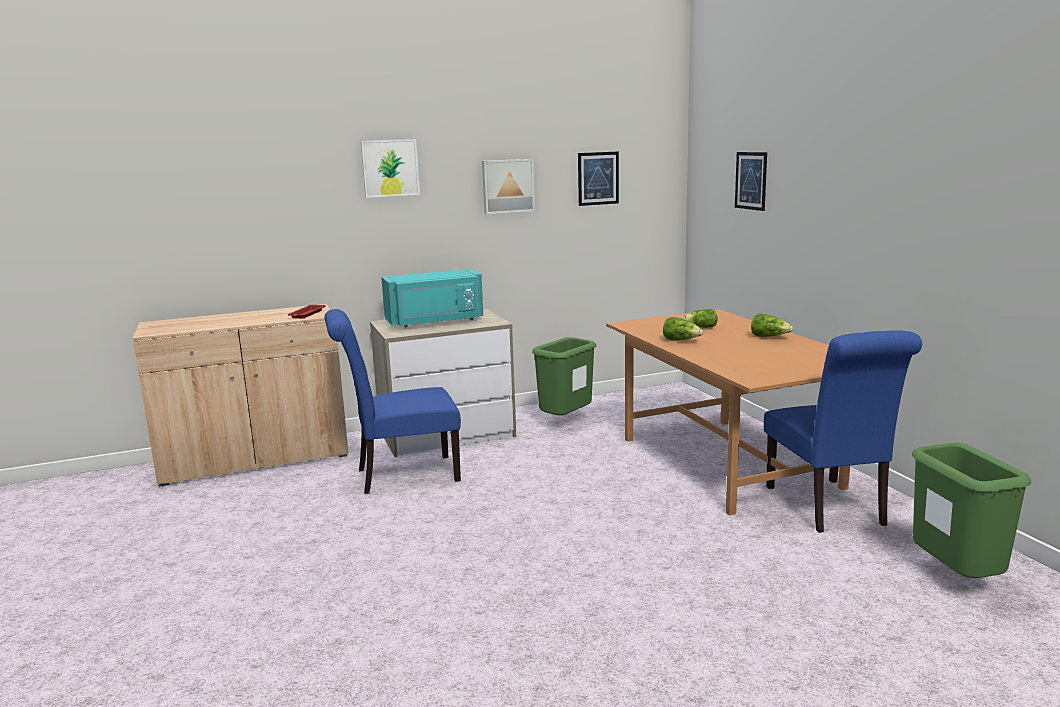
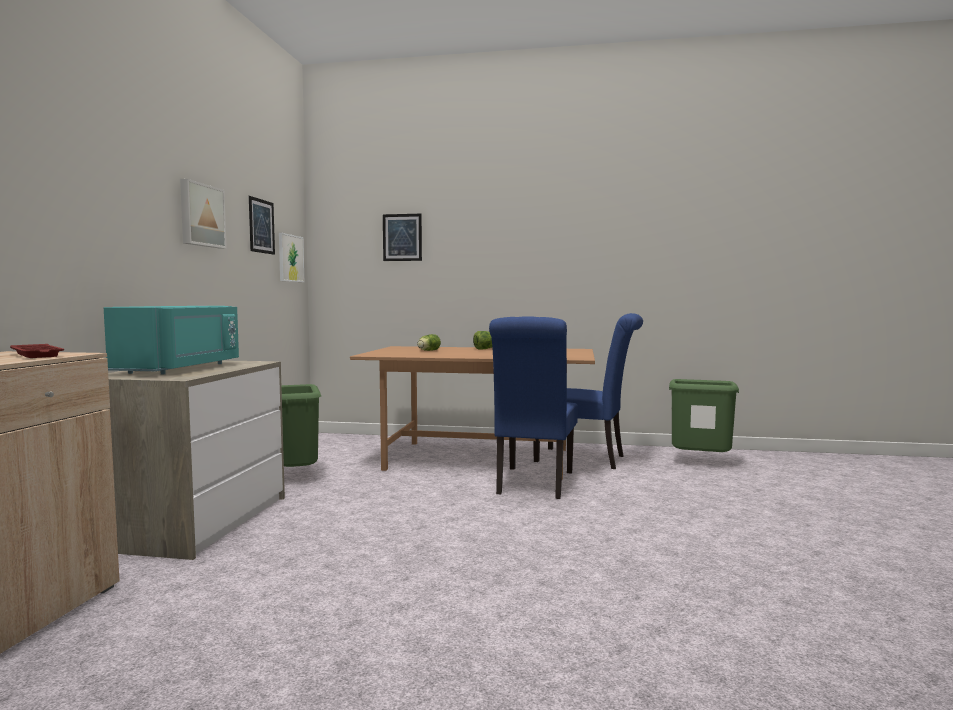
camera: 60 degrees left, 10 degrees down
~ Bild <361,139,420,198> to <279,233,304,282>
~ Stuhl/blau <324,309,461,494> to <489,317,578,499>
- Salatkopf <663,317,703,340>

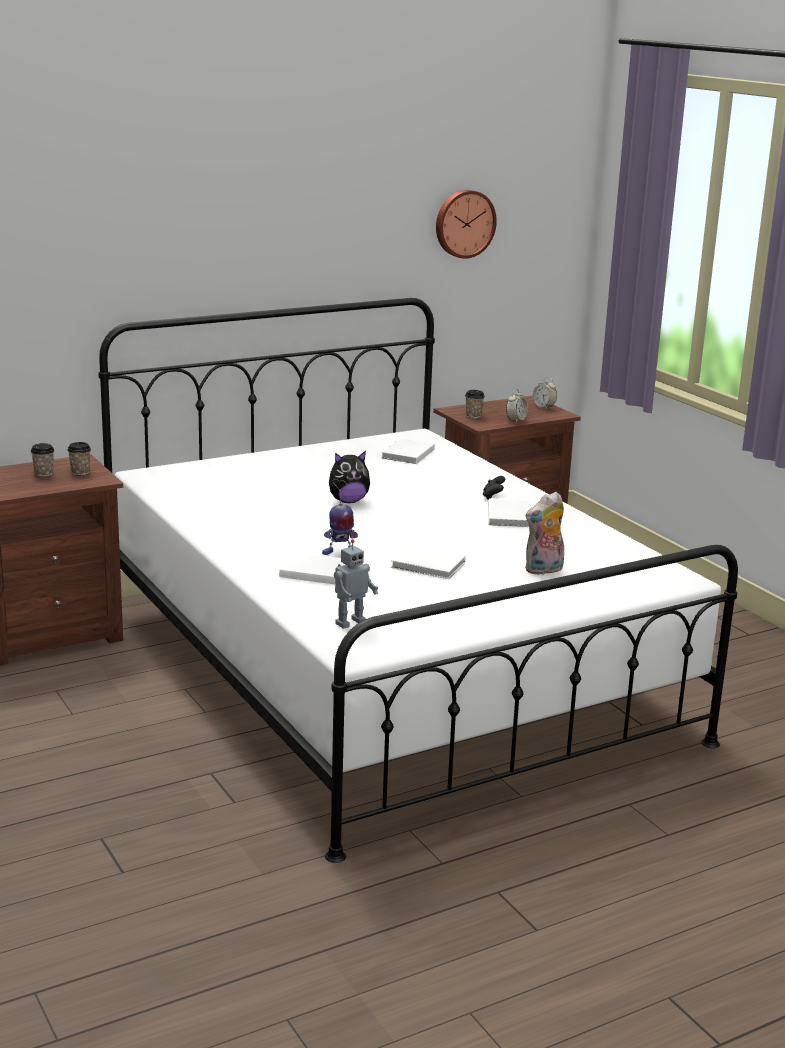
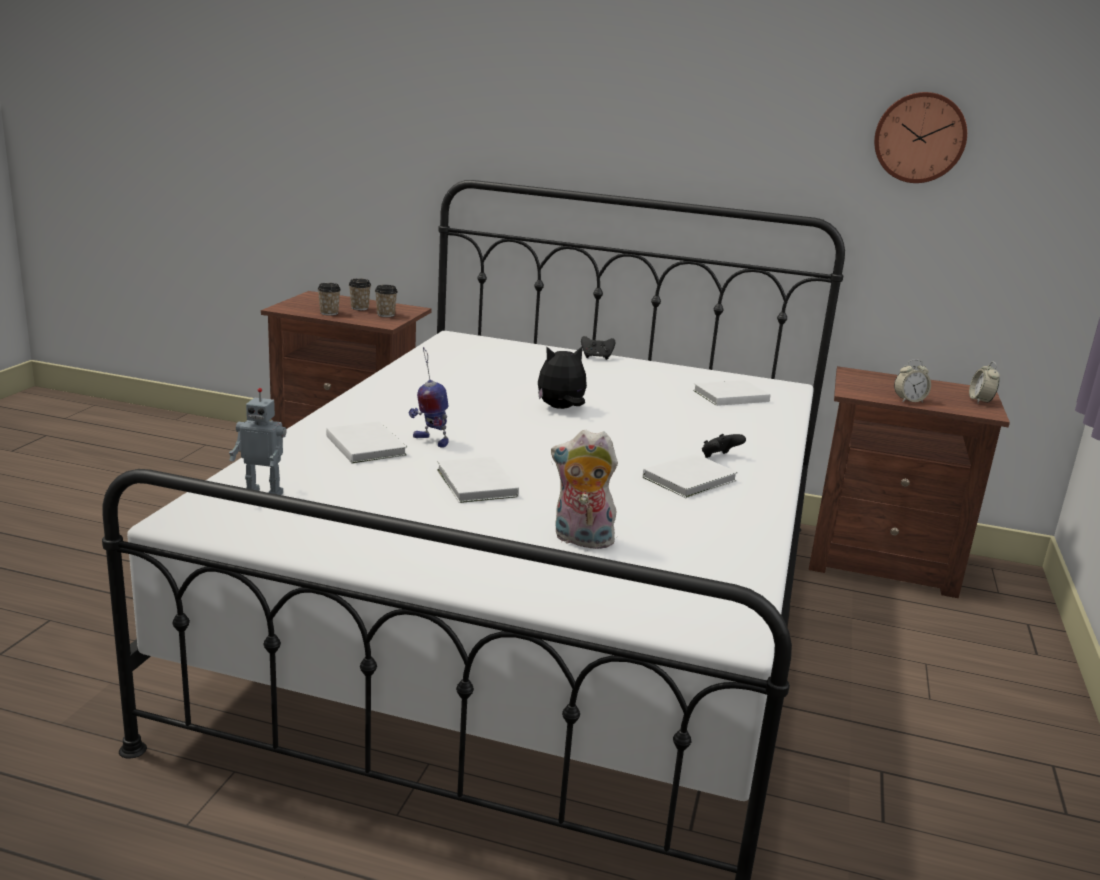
camera: 45 degrees right, 0 degrees up
~ Tasse <465,390,485,418> to <317,283,341,316>
~ Plüschtier <329,451,370,503> = <538,347,587,409> 135 degrees clockwise
+ Gamepad/schwarz <581,336,615,360>

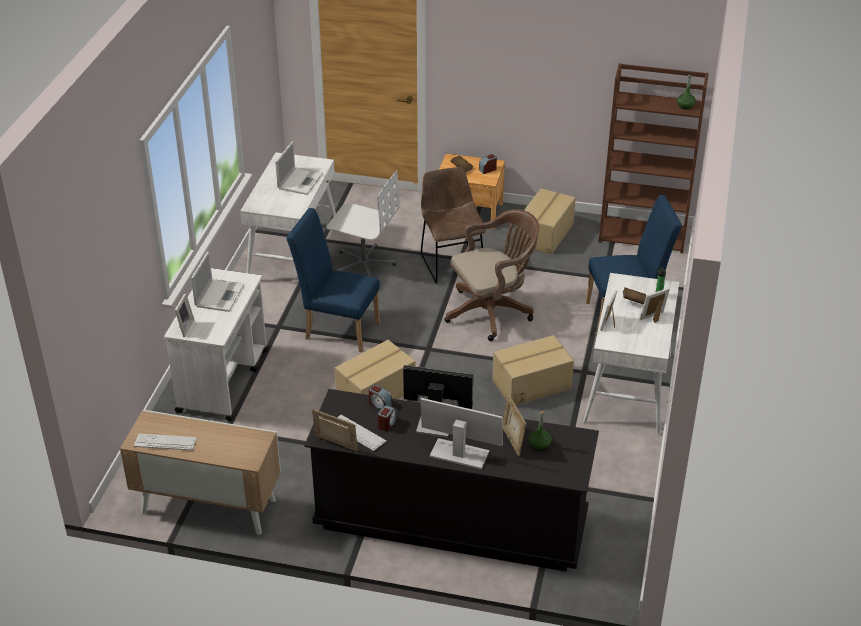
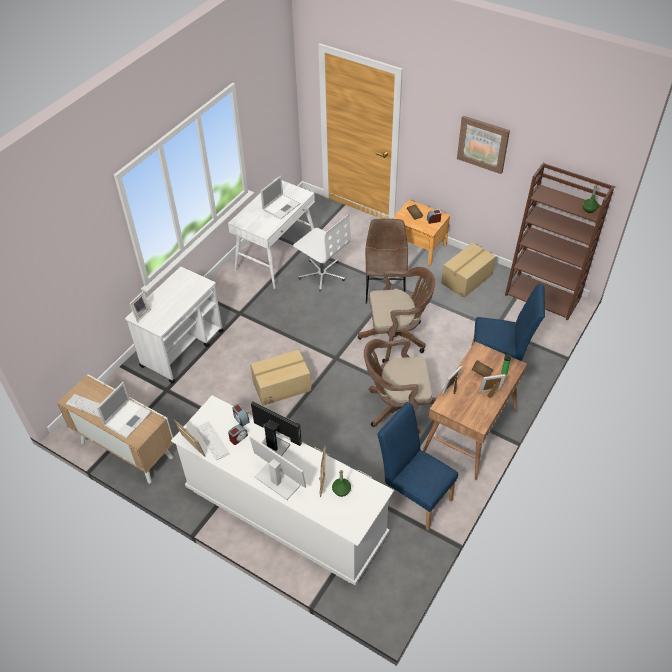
camera: 20 degrees right, 10 degrees up
~ Laptop <191,252,244,312> to <97,382,151,439>
~ Kommode/schwarz <304,389,599,571> to Kommode/weiß <171,395,394,586>
~ Karton <492,335,574,405> to Bürostuhl/braun <364,339,437,433>
~ Stuhl/blau <287,208,380,352> to <377,402,458,531>
~ Schreibtisch/weiß <583,273,679,434> to Schreibtisch/braun <423,342,527,480>
+ Bild <457,116,510,174>

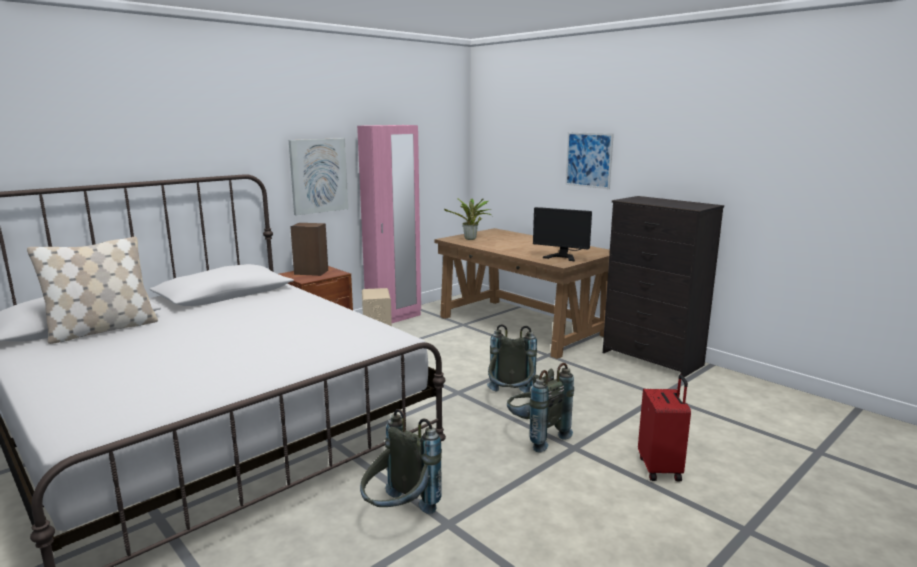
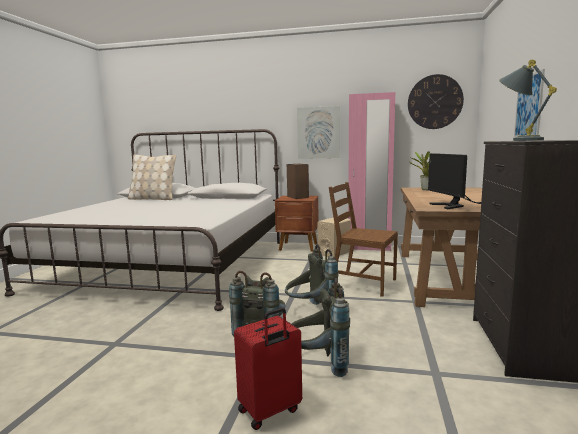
camera: 55 degrees right, 5 degrees down
~ Rucksack/grau <360,409,442,514> to <291,278,350,377>
+ Stuhl/braun <329,182,398,297>
+ Wanduhr <408,74,464,129>
+ Tischlampe/grau <499,60,557,141>

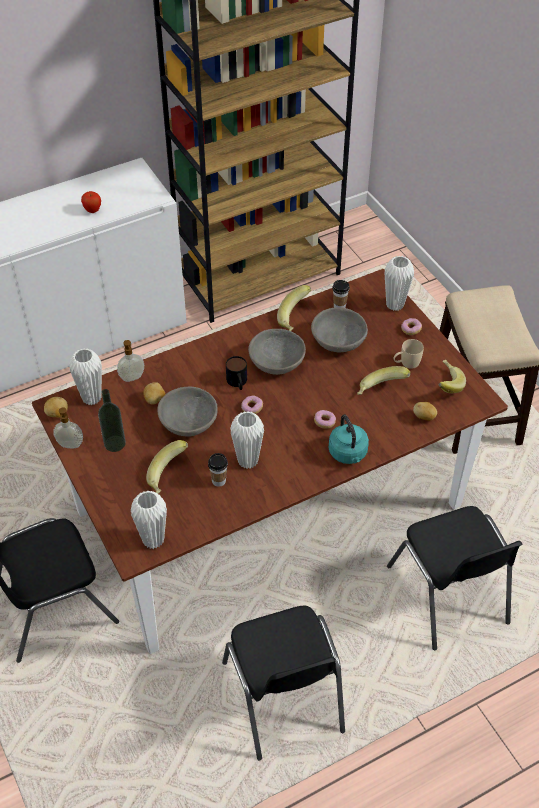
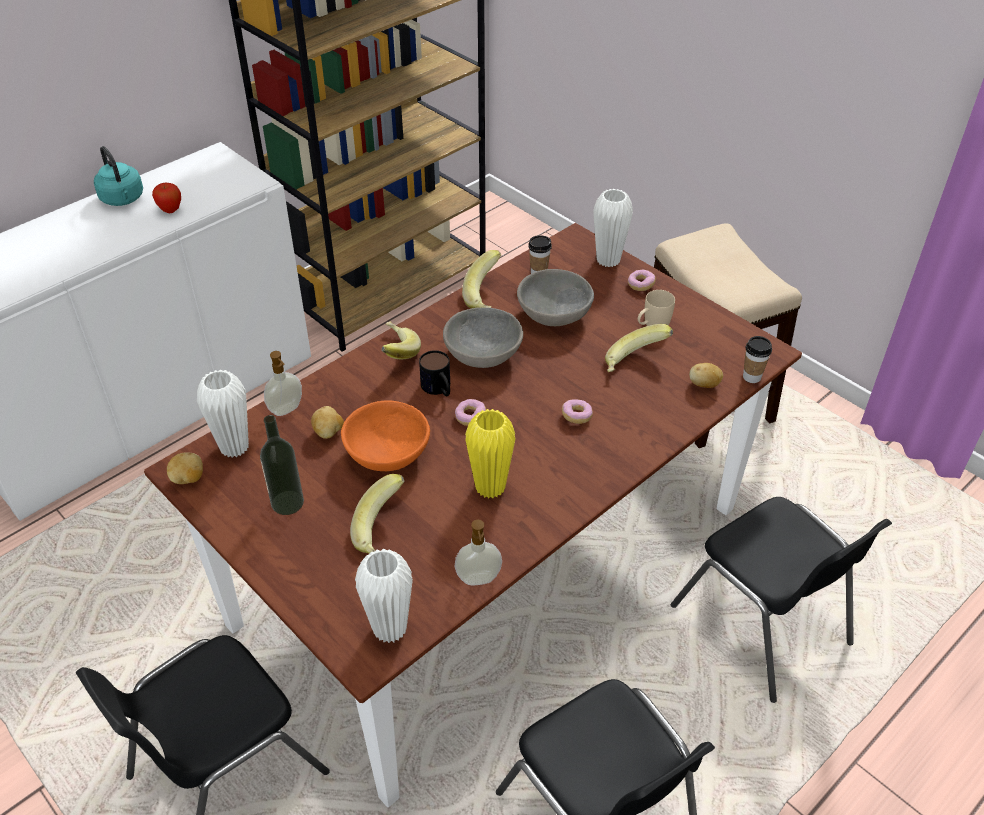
camera: 15 degrees left, 5 degrees down
~ Wasserkessel/türkis <329,415,369,464> to <94,146,143,206>
~ Schüssel/grau <157,387,218,437> to Schüssel/orange <341,400,430,471>
~ Banane <438,360,466,393> to <381,321,421,359>
~ Seifenspender <53,407,83,448> to <455,520,502,585>
~ Vase/weiß <230,411,264,469> to Vase/gelb <465,409,516,499>
~ Tasse <208,453,228,487> to <743,336,772,383>

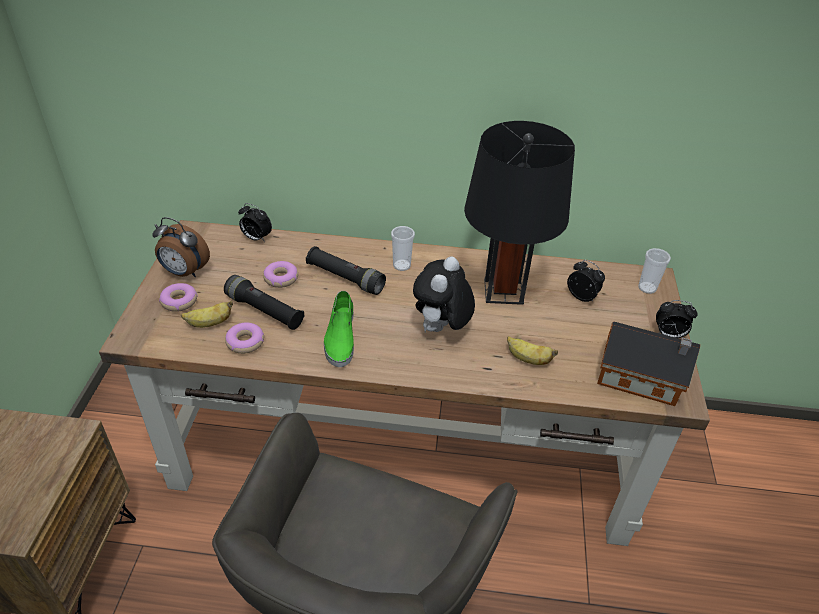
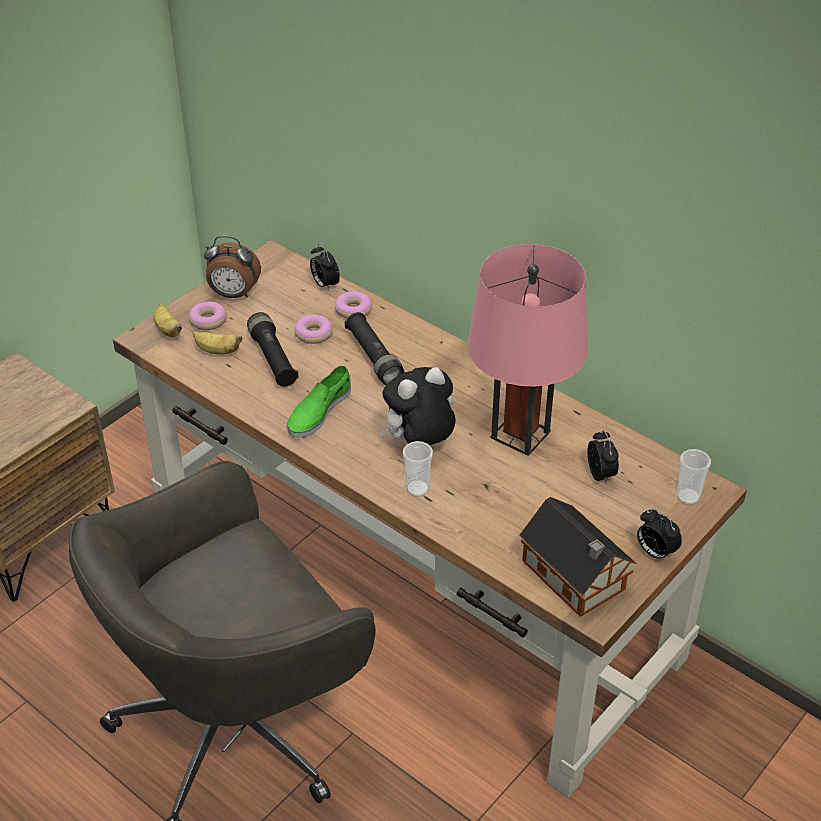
camera: 35 degrees right, 0 degrees up
~ Banane <507,336,558,365> to <154,303,182,337>
~ Wecker <152,217,210,277> = <204,236,261,298> 45 degrees counterclockwise
~ Donut <225,322,264,354> to <335,291,372,319>
~ Tasse <391,226,415,271> to <403,441,433,497>
~ Tischlampe/schwarz <464,121,575,305> to Tischlampe/rosa <467,244,588,456>

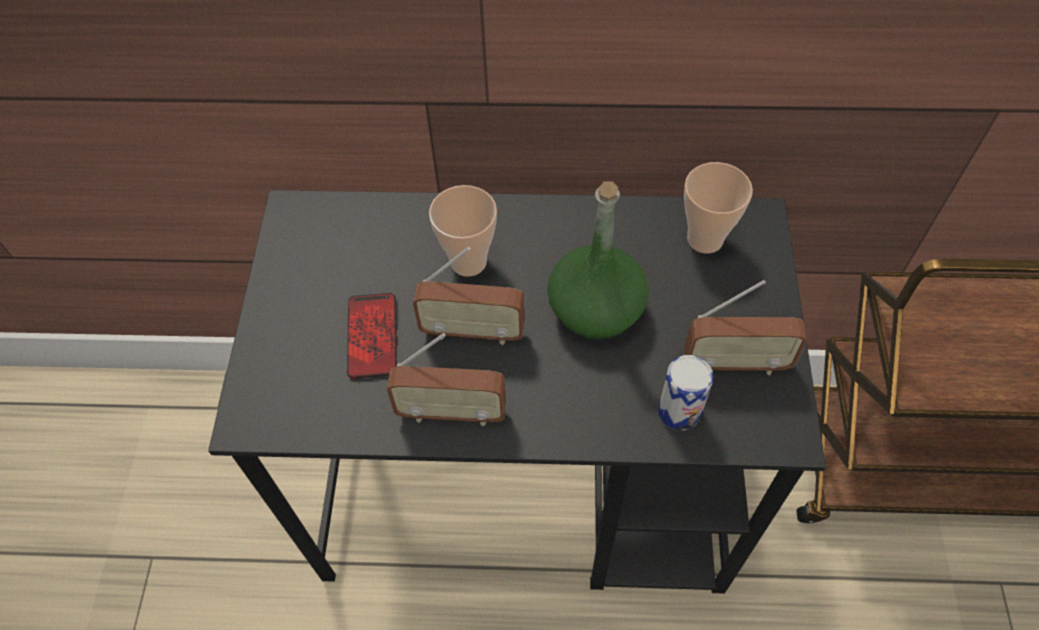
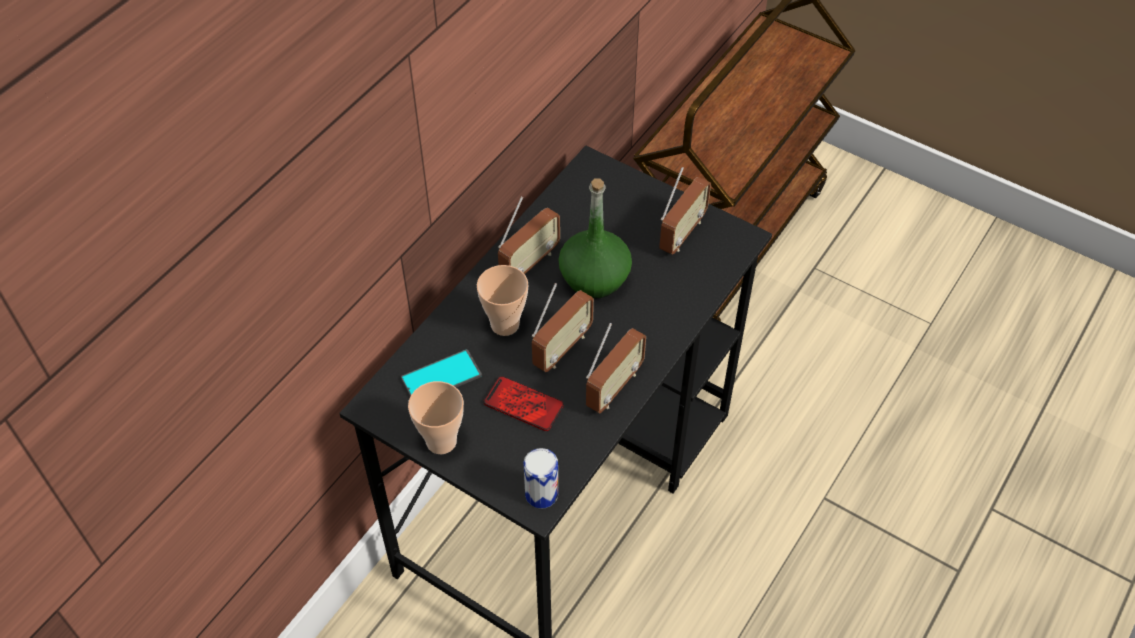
camera: 60 degrees left, 5 degrees down
+ Handy <401,349,482,396>
~ Tasse <684,162,753,254> to <408,381,464,454>
+ Radio <498,196,560,274>
~ Dose <658,355,714,431> to <523,448,558,509>

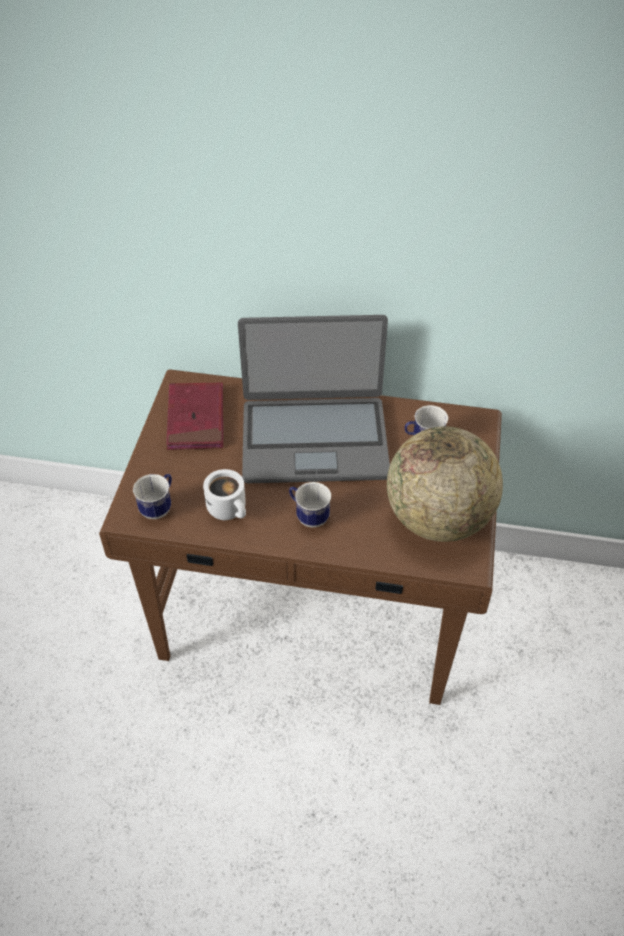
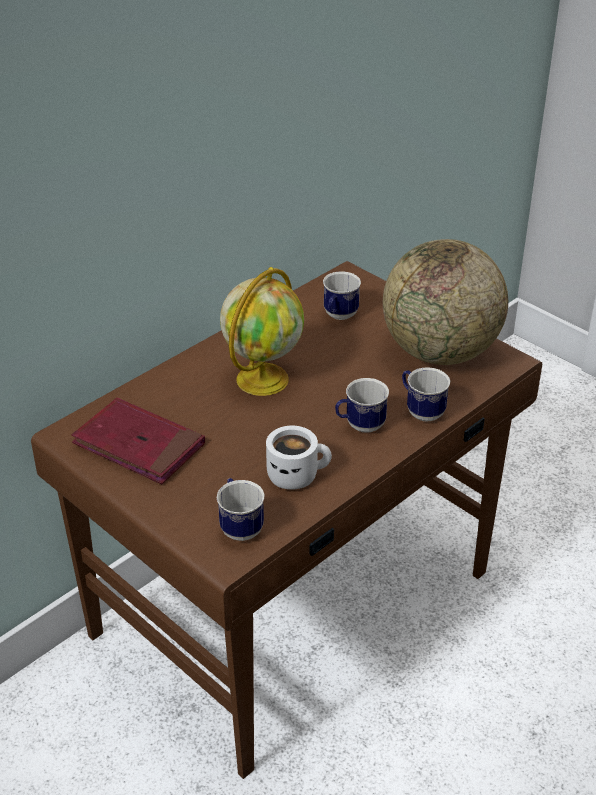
camera: 55 degrees left, 10 degrees down
~ Laptop <238,315,390,483> to Globus <220,267,304,396>
+ Henkelbecher <402,367,450,422>

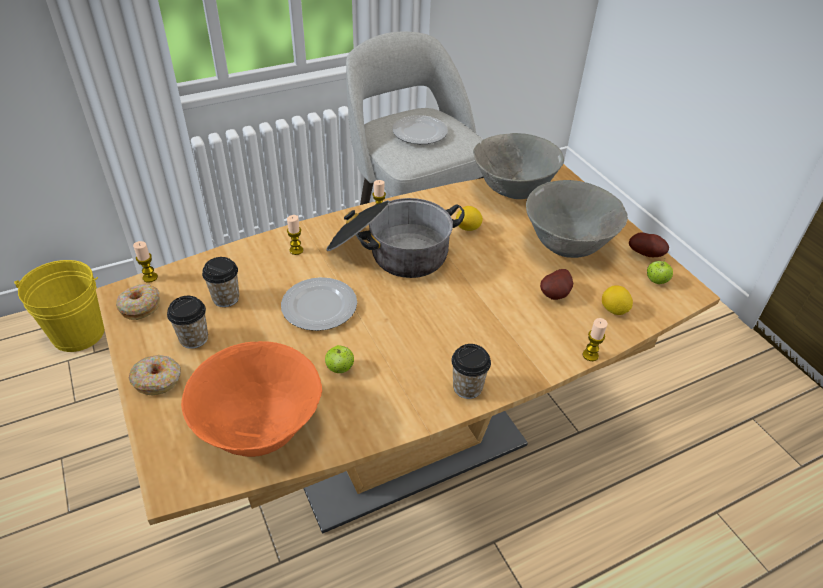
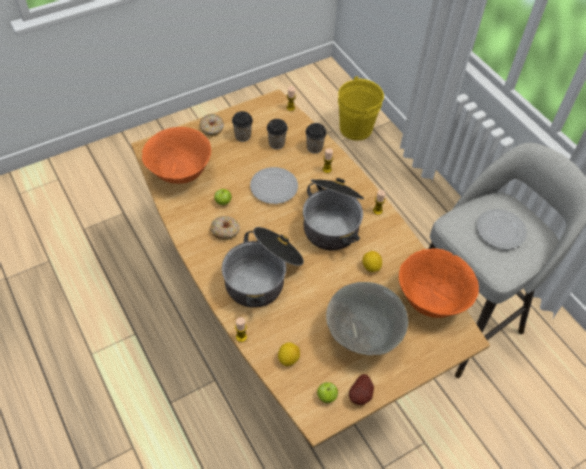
camera: 85 degrees right, 10 degrees up
~ Donut <116,284,160,320> to <210,216,240,240>
+ Kochtopf <222,227,304,308>
~ Tasse <451,344,491,399> to <305,123,327,153>
~ Schüssel/grau <473,133,564,199> to Schüssel/orange <399,248,479,318>
- Kartoffel <540,269,573,300>

